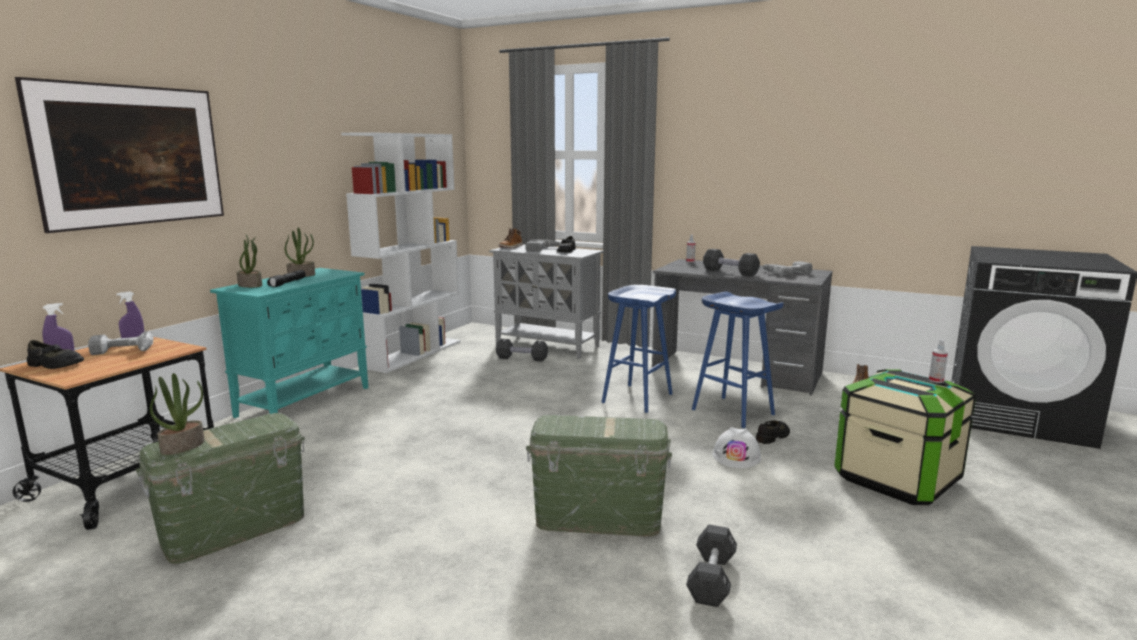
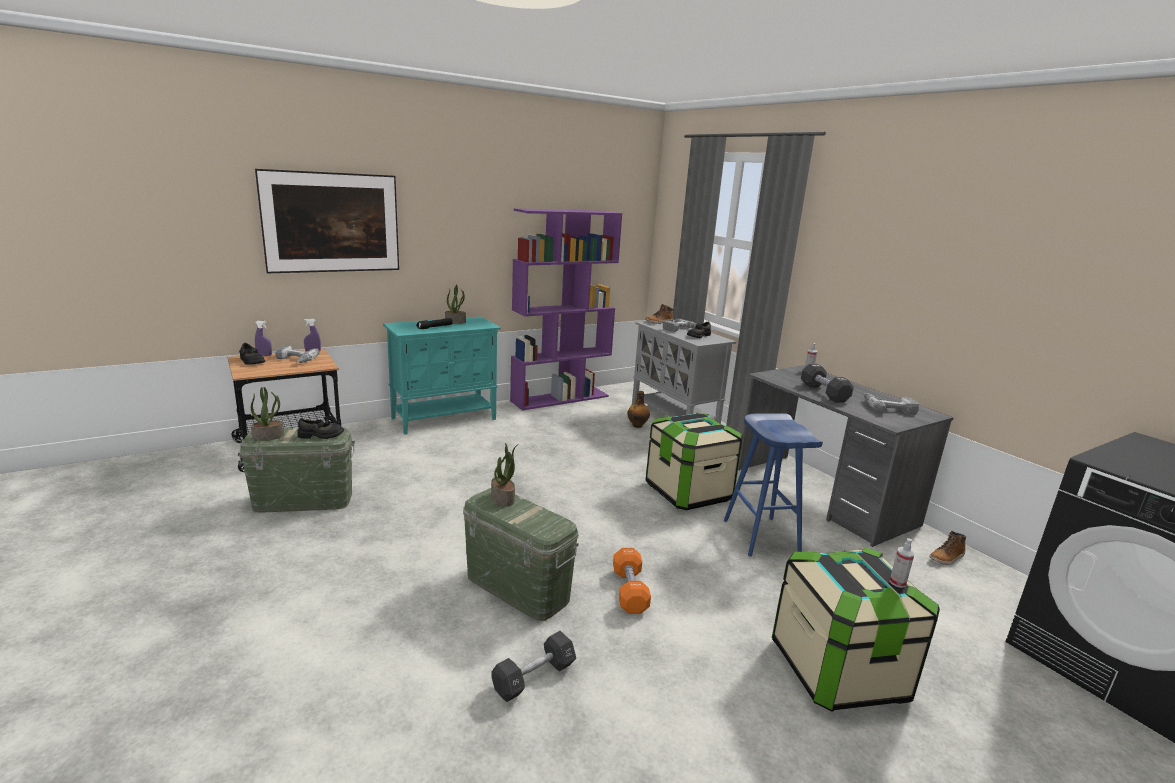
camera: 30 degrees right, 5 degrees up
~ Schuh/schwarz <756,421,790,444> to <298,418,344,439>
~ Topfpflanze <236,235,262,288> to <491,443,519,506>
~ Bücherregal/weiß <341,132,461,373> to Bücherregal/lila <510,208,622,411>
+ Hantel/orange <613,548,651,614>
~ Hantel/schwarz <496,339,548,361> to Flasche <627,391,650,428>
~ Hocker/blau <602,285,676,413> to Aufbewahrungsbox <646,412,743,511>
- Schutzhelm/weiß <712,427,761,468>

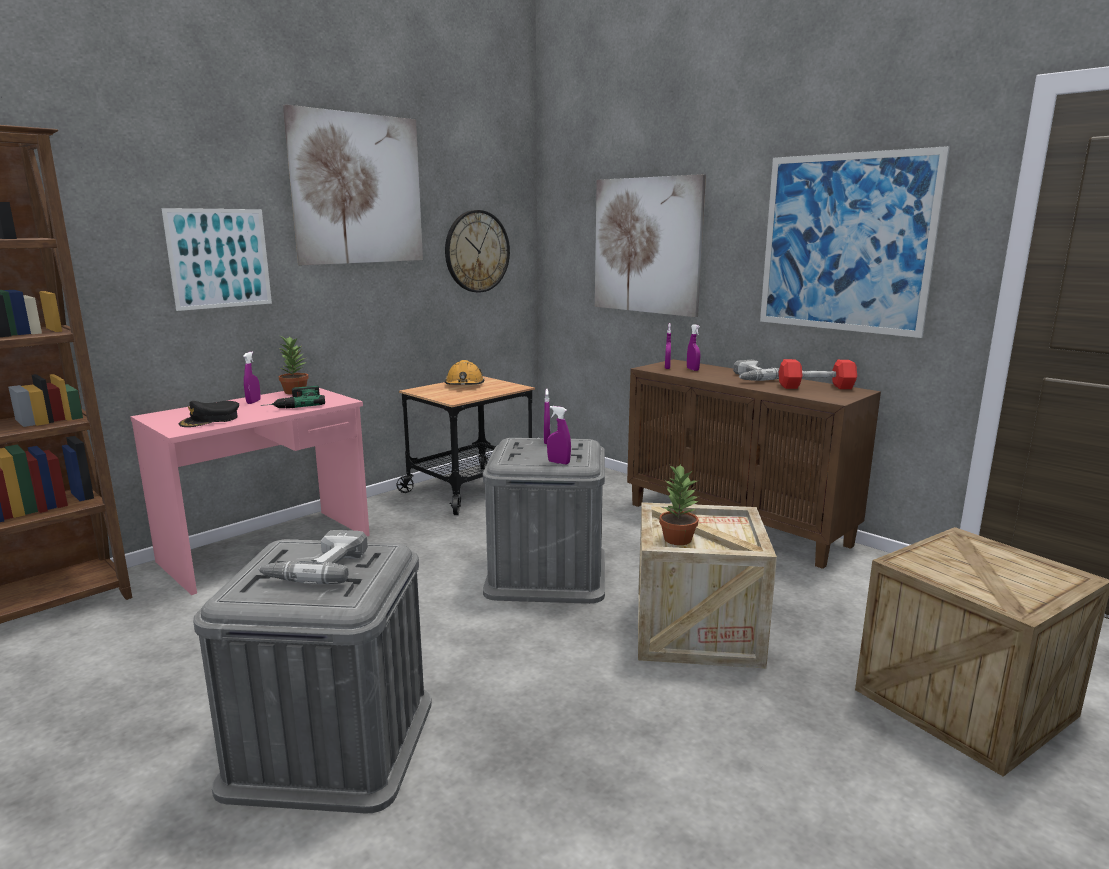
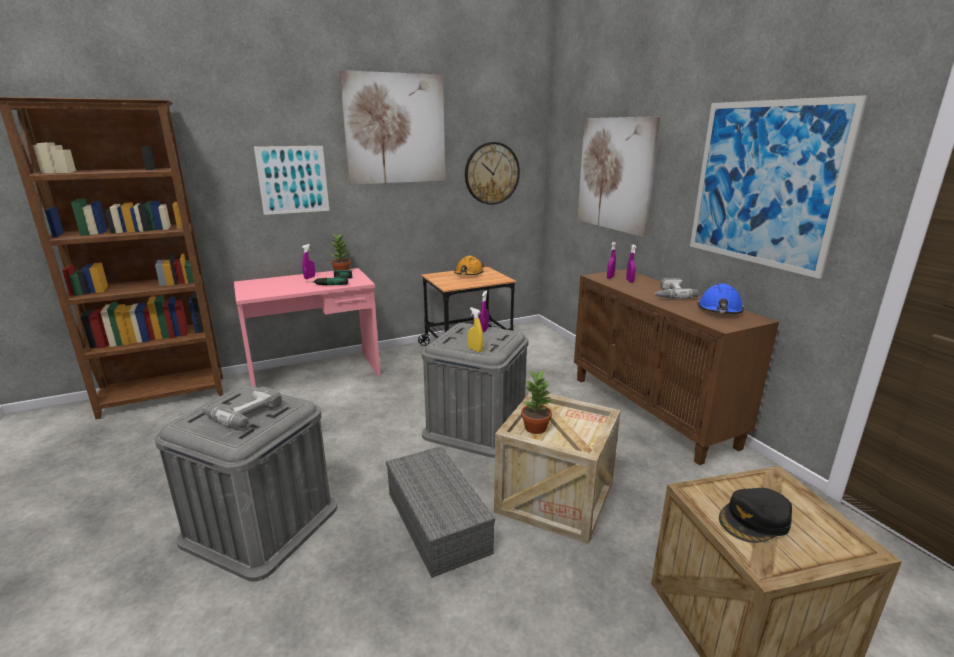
camera: 20 degrees right, 5 degrees up
+ Aufbewahrungsbox/grau <386,446,495,578>
~ Sprühflasche/lila <547,406,571,464> to Sprühflasche/gelb <468,307,483,353>
~ Hantel/rot <779,359,857,389> to Schutzhelm/blau <697,283,744,314>
~ Kappe/schwarz <179,401,239,427> to <719,488,792,543>

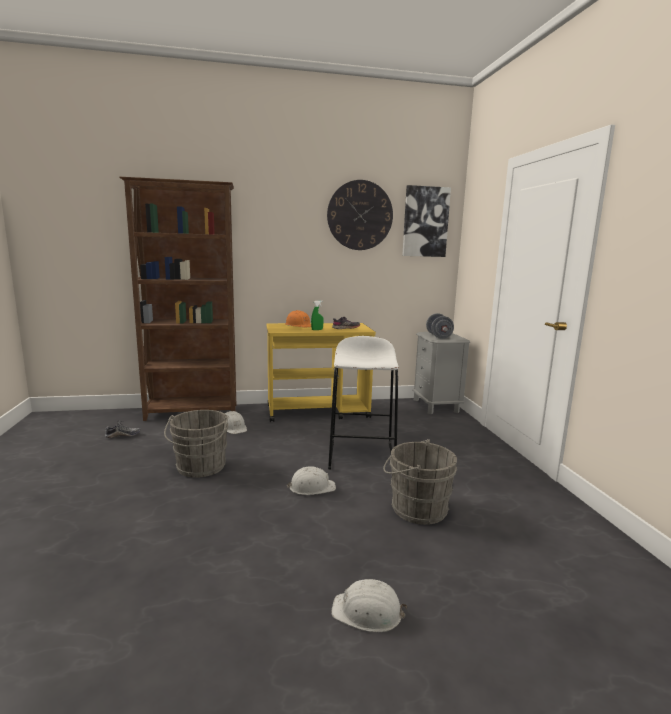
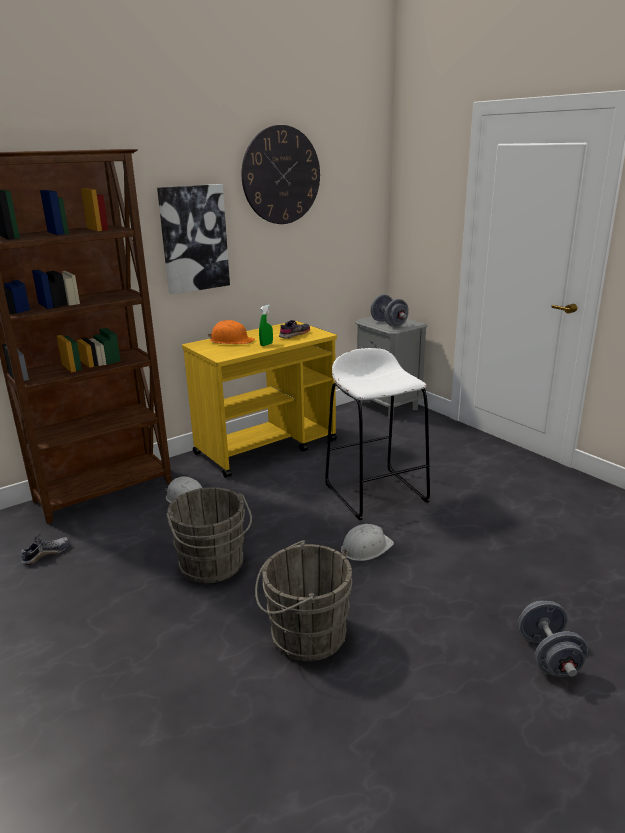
camera: 25 degrees left, 10 degrees up
~ Bild <402,185,451,257> to <157,184,230,295>
~ Eimer/grau <383,439,457,525> to <255,540,352,661>
~ Schutzhelm/weiß <331,579,407,632> to Hantel/grau <518,601,588,677>

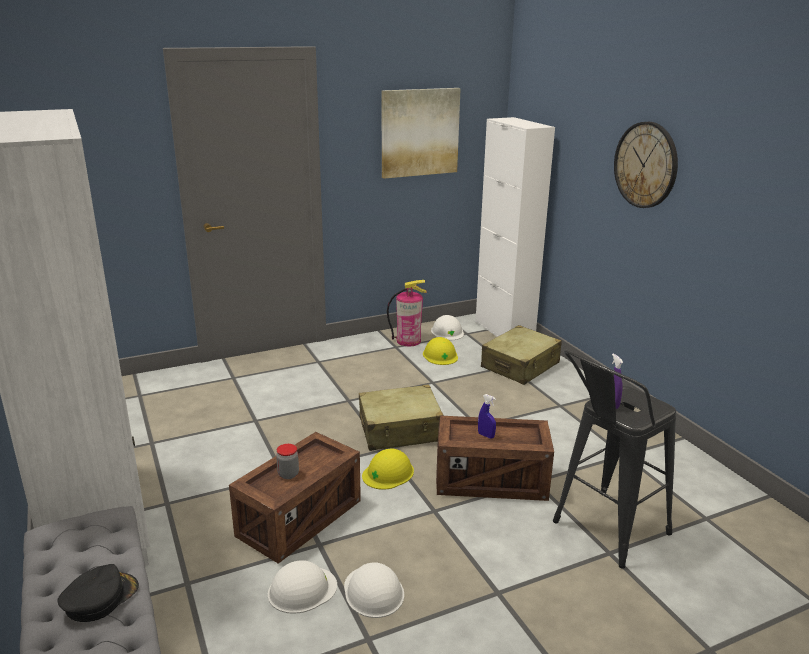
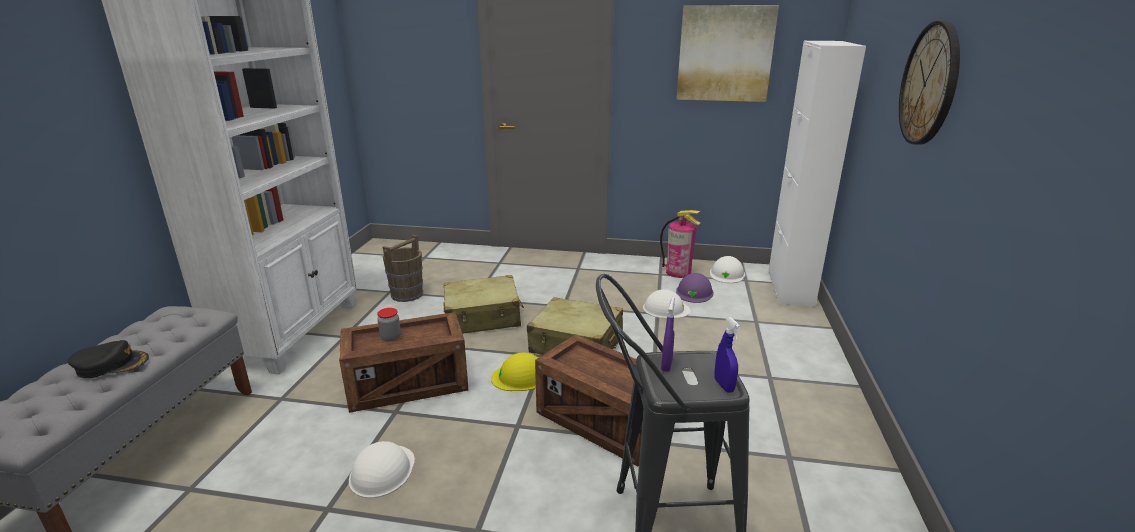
camera: 35 degrees right, 0 degrees up
+ Eimer/braun <383,235,423,302>
~ Koffer/beige <481,325,562,385> to <444,275,524,334>
~ Schutzhelm/weiß <268,560,337,614> to <643,289,690,319>
~ Schutzhelm/gelb <423,337,458,365> to Schutzhelm/lila <676,273,714,303>
~ Sprühflasche/blau <478,394,496,439> to <714,317,741,393>

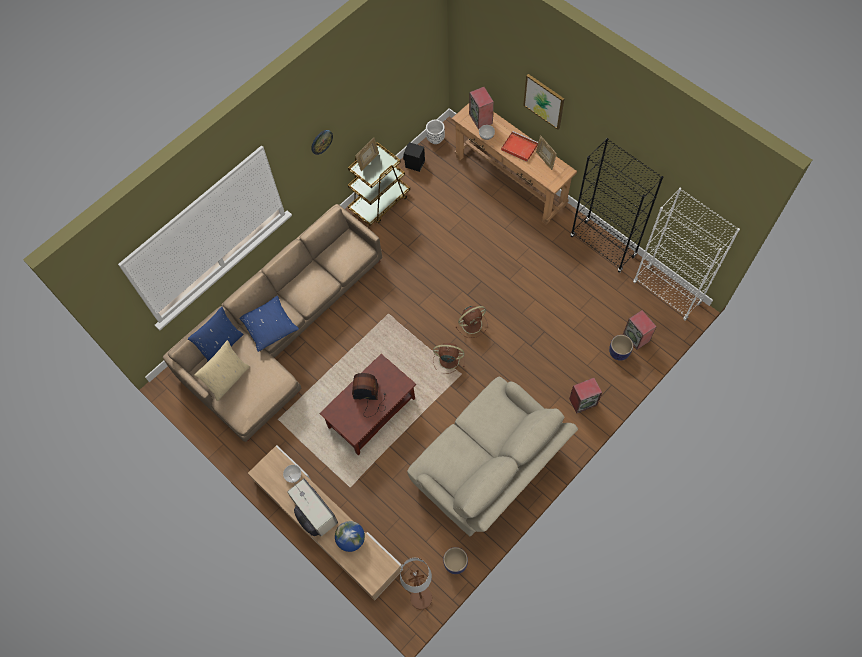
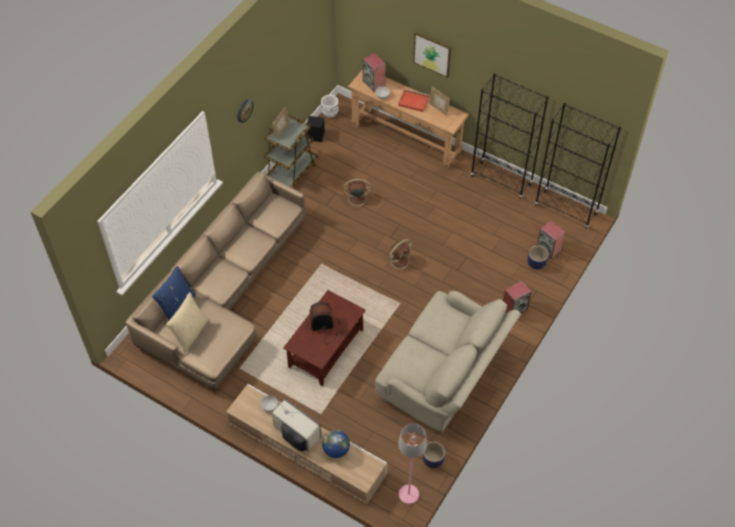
camera: 15 degrees left, 10 degrees down
~ Ventilator/braun <433,343,464,374> to <344,179,372,210>
~ Stehlampe/braun <400,558,432,610> to Stehlampe/rosa <398,423,427,504>
~ Bücherregal/weiß <633,188,740,321> to Bücherregal/schwarz <535,103,621,229>
- Kissen/blau <239,295,299,352>

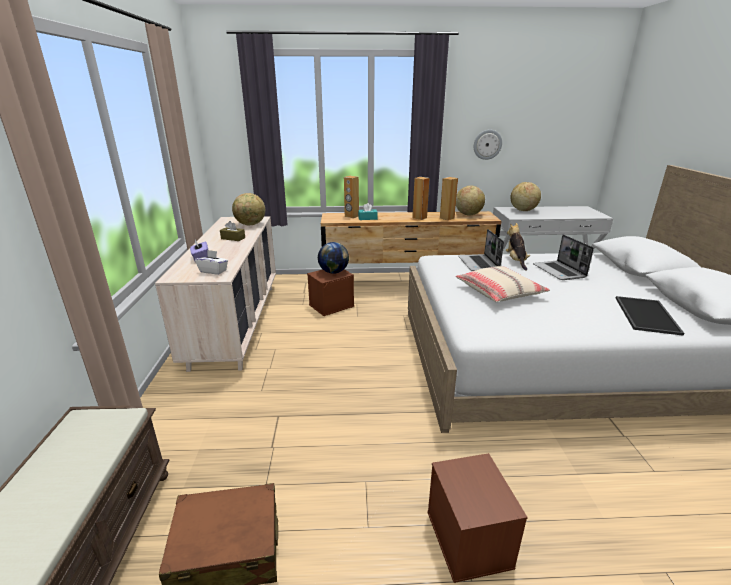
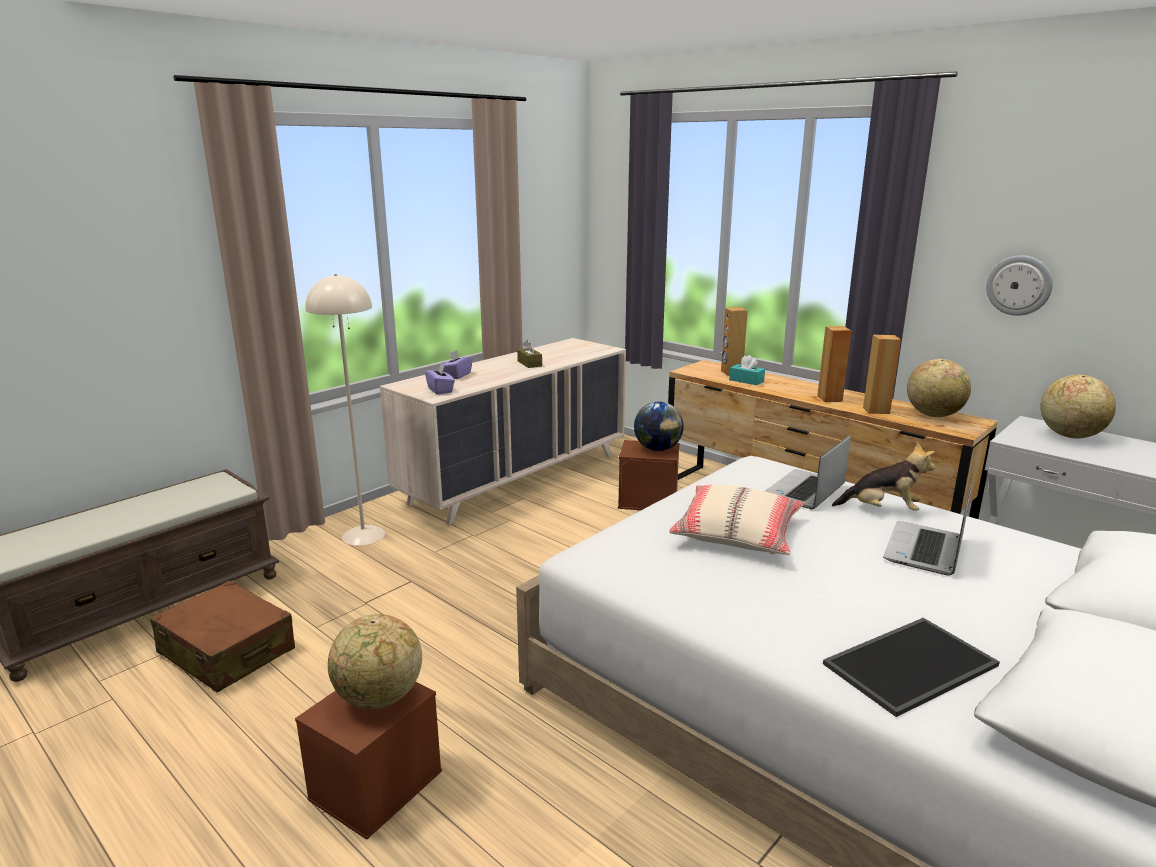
camera: 45 degrees right, 5 degrees down
+ Stehlampe/beige <305,274,385,546>
~ Globus <232,193,265,226> to <328,614,422,709>
~ Taschentuchbox/weiß <195,250,228,275> to Taschentuchbox/lila <425,364,455,394>
~ Plüschtier <506,223,530,271> = <832,442,935,511> 60 degrees clockwise

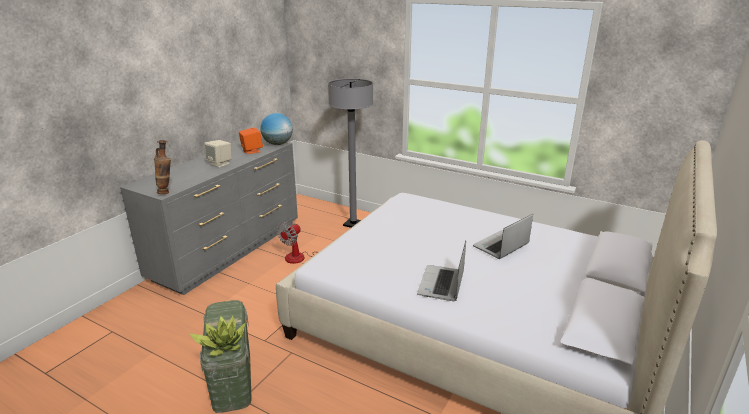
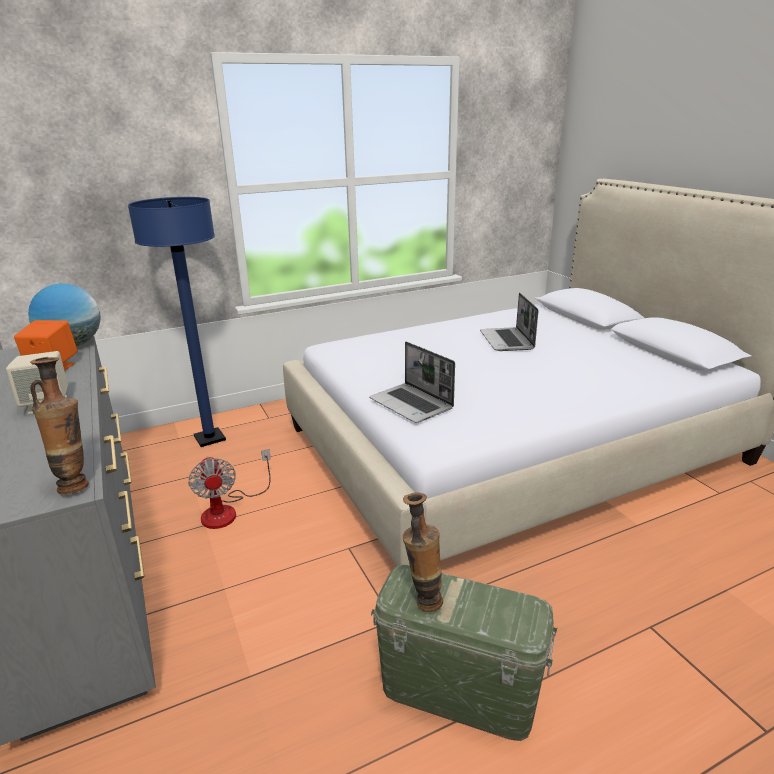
camera: 55 degrees left, 0 degrees up
~ Stehlampe/grau <328,78,373,228> to Stehlampe/blau <128,197,226,447>
~ Laptop <417,240,466,301> to <370,342,455,423>
+ Vase <402,492,443,612>
- Topfpflanze <189,315,246,356>

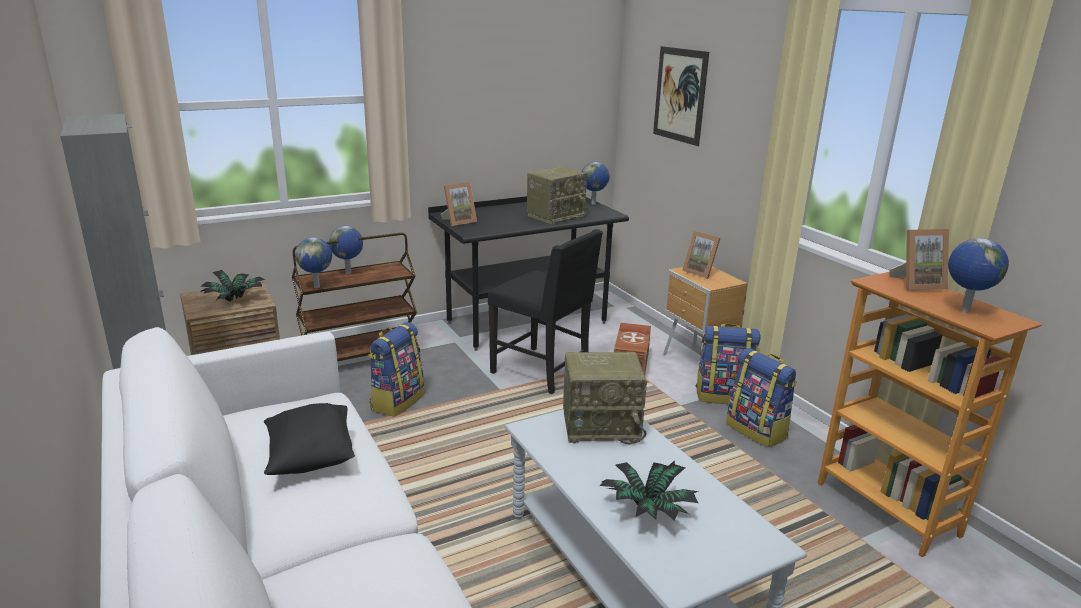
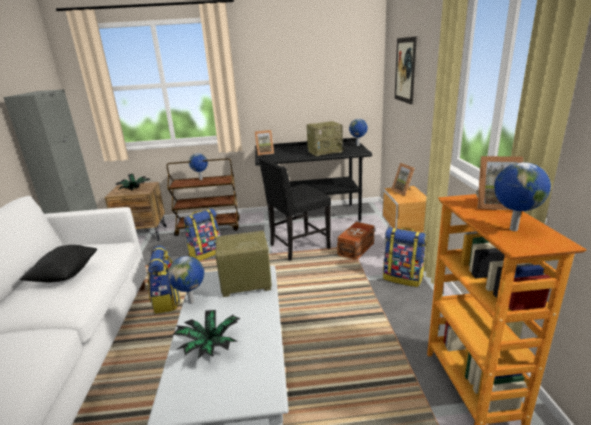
camera: 25 degrees right, 0 degrees up
~ Rucksack <726,348,797,448> to <148,245,181,314>
~ Globus <295,238,332,288> to <168,256,204,304>
~ Radio <563,352,647,444> = <215,231,272,297> 150 degrees clockwise
~ Stuhl/schwarz <488,229,603,394> = <259,157,331,261> 90 degrees clockwise

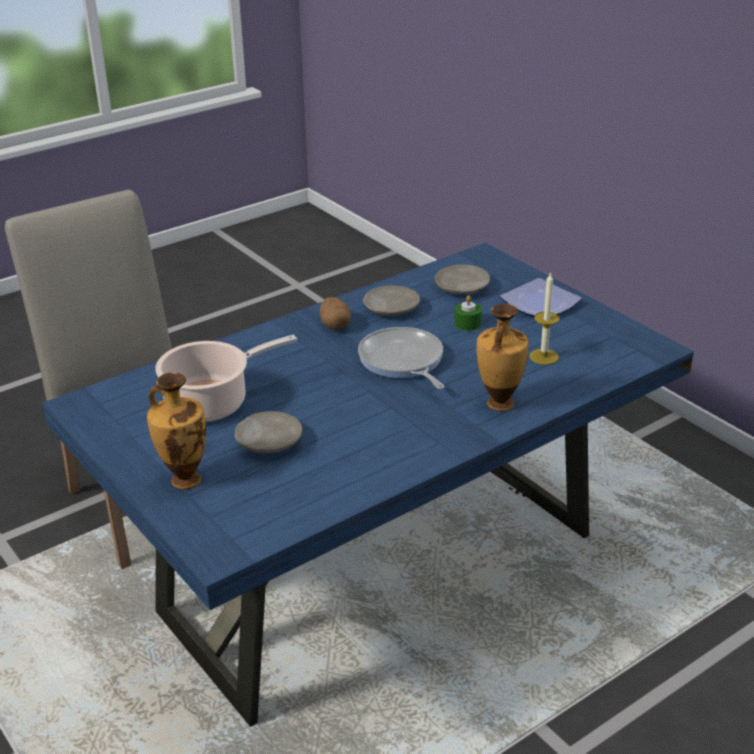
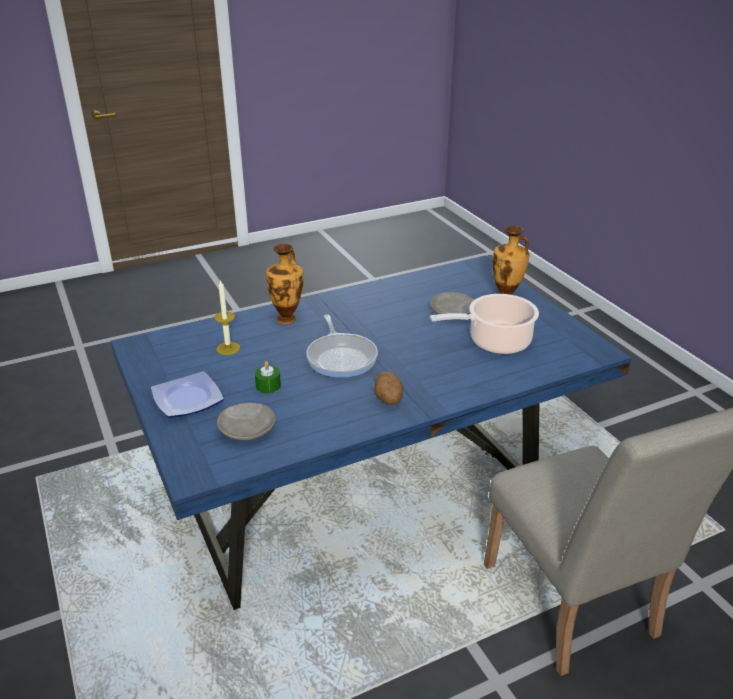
camera: 170 degrees left, 0 degrees up
- Teller/beige <363,285,420,316>

